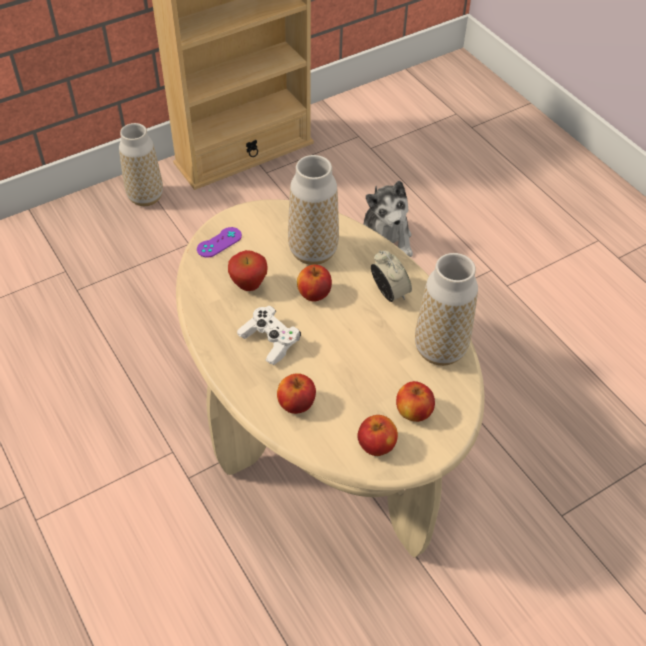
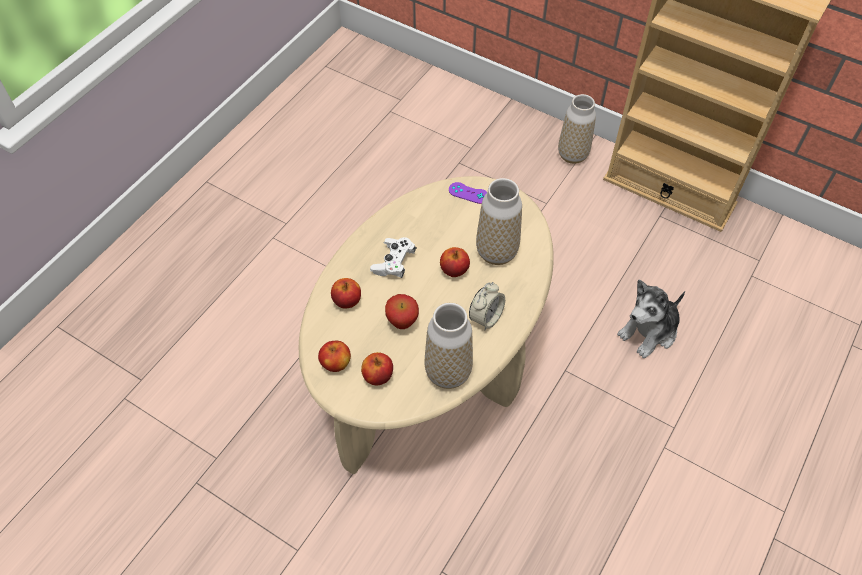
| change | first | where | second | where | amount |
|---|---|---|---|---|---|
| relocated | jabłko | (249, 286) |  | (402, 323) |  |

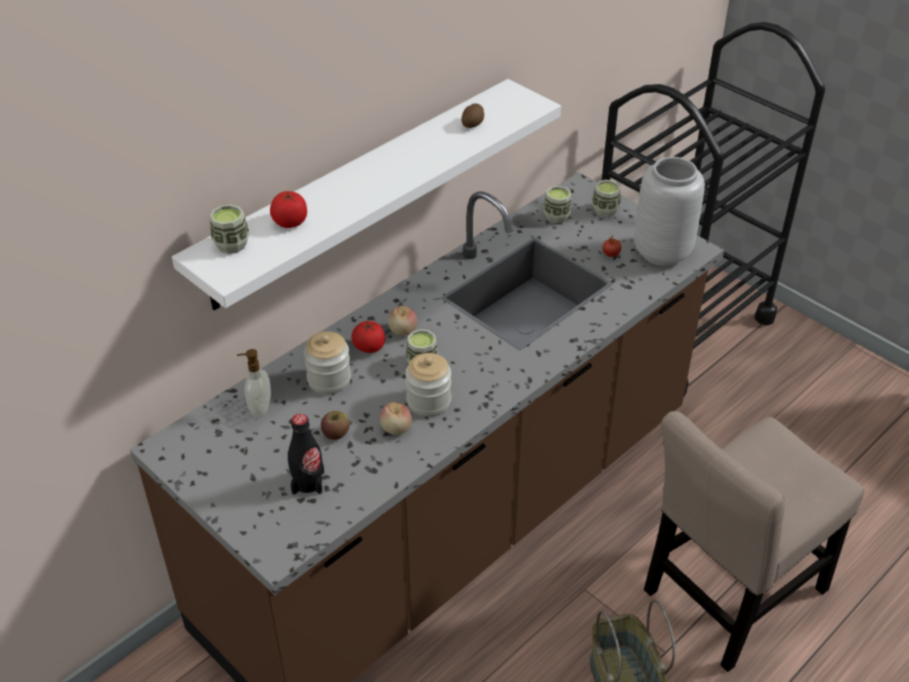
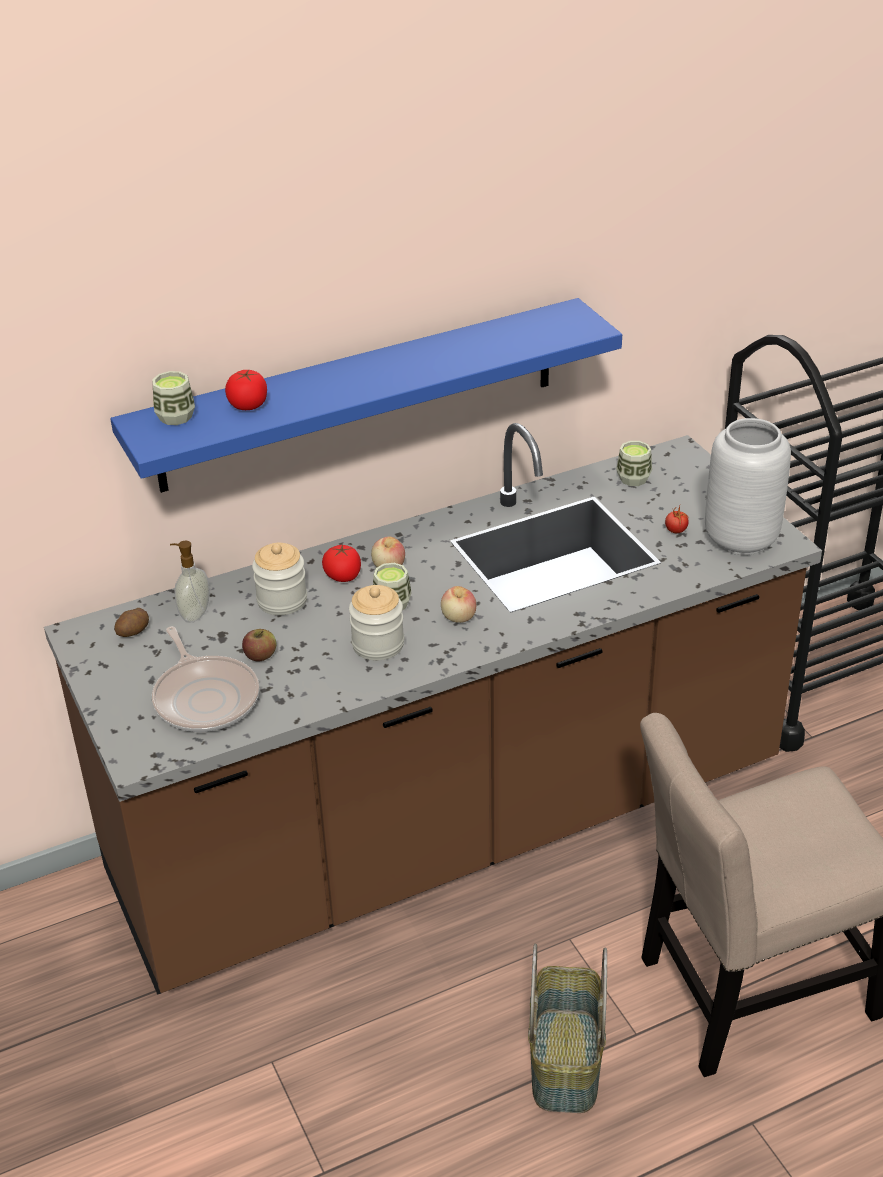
| change | first | where | second | where | amount |
|---|---|---|---|---|---|
| colour | półka (biały) | (358, 192) | półka (niebieski) | (359, 395) |  |
| exchanged | butelka (czarny) | (308, 482) | patelnia | (205, 697) |  |
| relocated | jabłko | (396, 429) |  | (458, 618) |  |
| relocated | ziemniak | (473, 124) |  | (134, 631) |  |
| missing | filiżanka | (605, 210) |  |  |  |

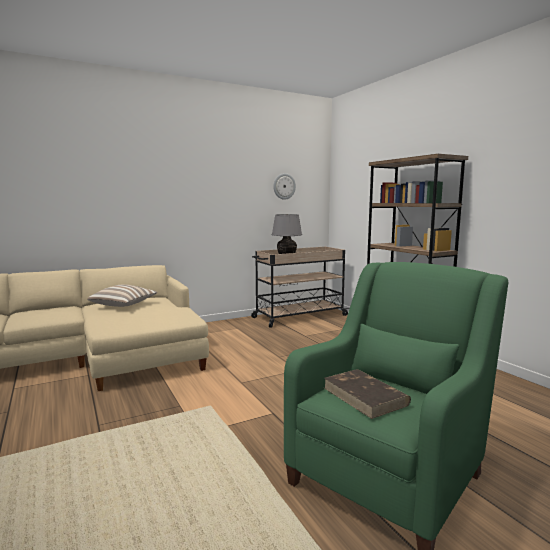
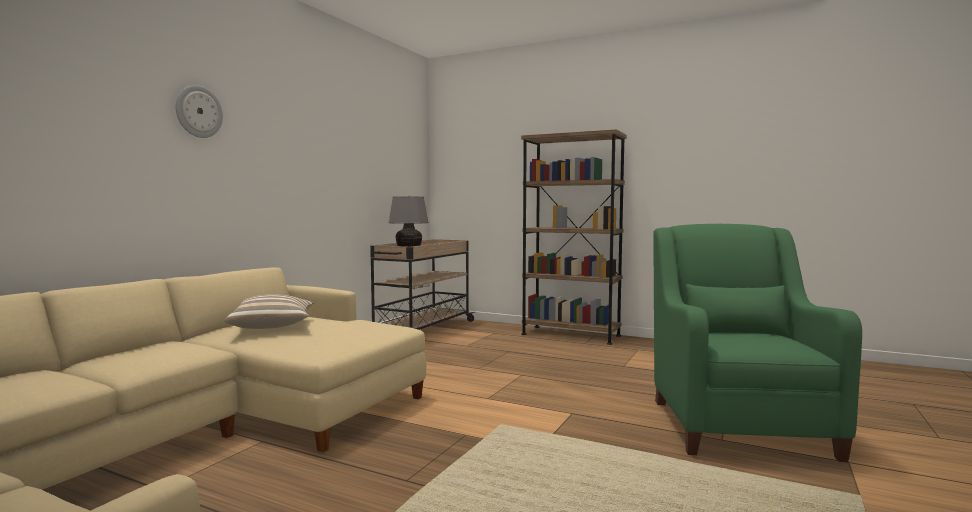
| change | first | where | second | where | amount |
|---|---|---|---|---|---|
| relocated | zegar ścienny | (284, 186) |  | (198, 112) |  |
| missing | książka (brązowy) | (365, 396) |  |  |  |

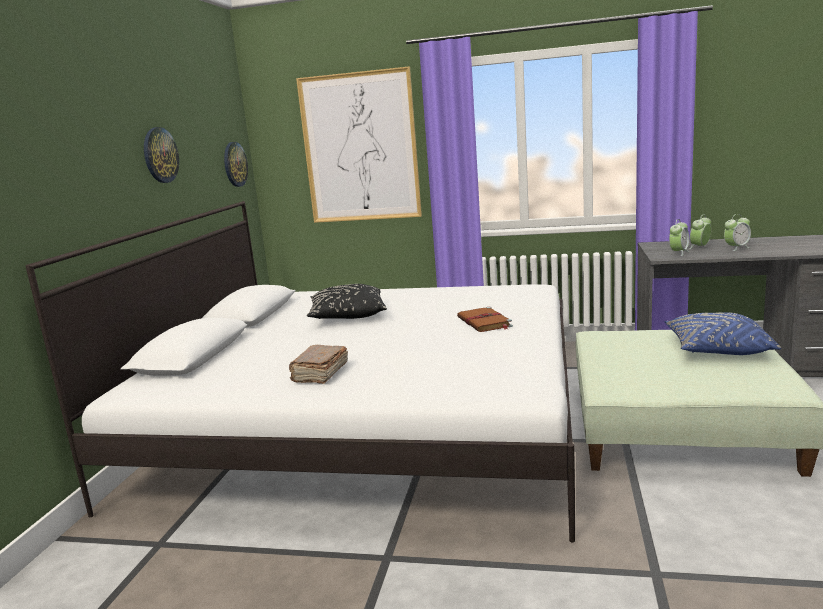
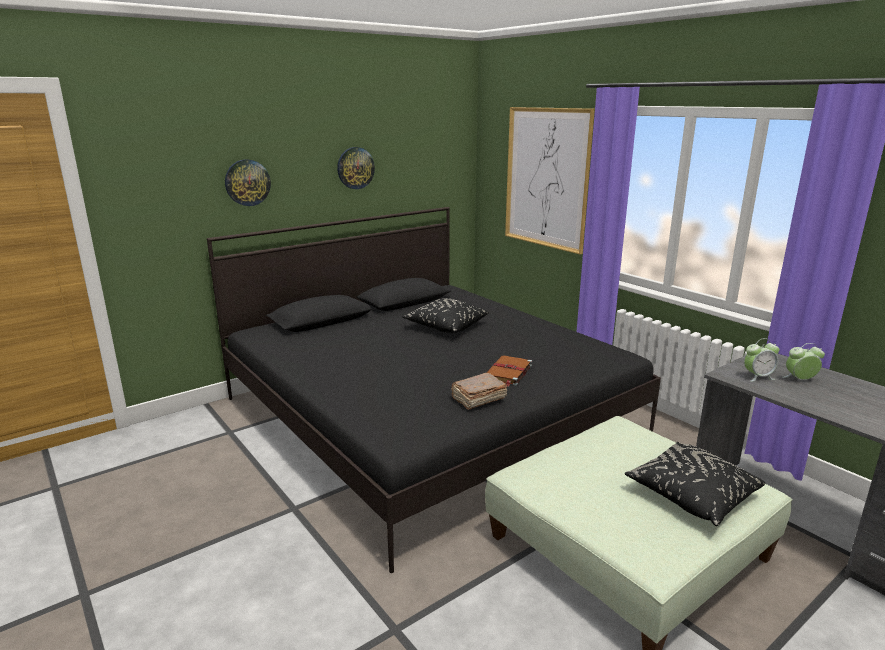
| change | first | where | second | where | amount |
|---|---|---|---|---|---|
| colour | łóżko (biały) | (370, 421) | łóżko (czarny) | (428, 415) |  |
| relocated | zegar ścienny | (234, 164) |  | (247, 182) |  |
| relocated | książka (brązowy) | (319, 374) |  | (478, 399) |  |
| colour | poduszka (niebieski) | (717, 350) | poduszka (czarny) | (691, 495) |  |
| missing | budzik | (736, 248) |  |  |  |

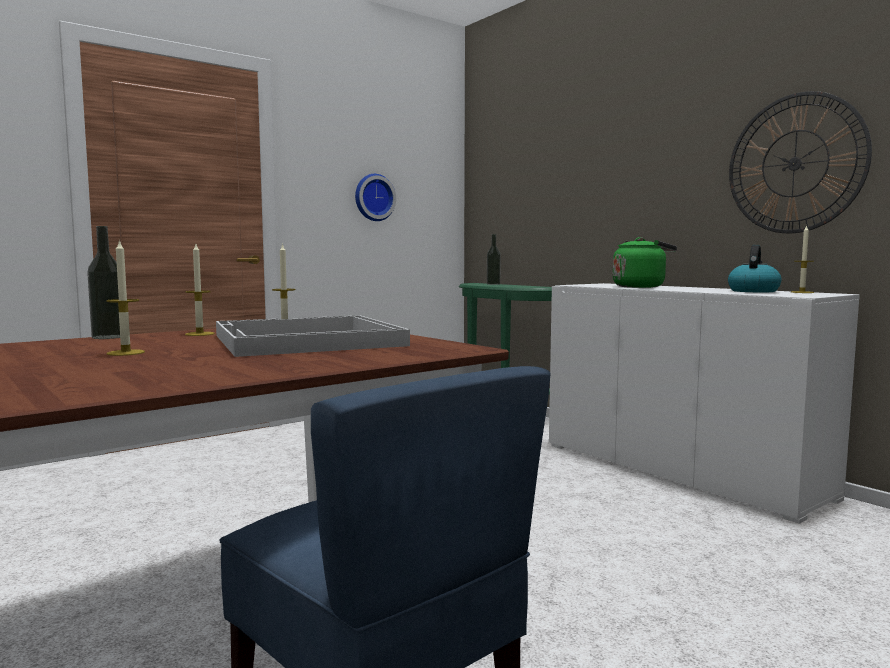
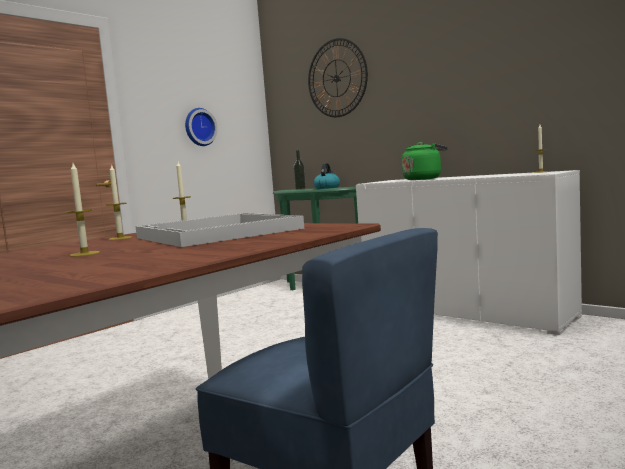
| change | first | where | second | where | amount |
|---|---|---|---|---|---|
| missing | butelka | (108, 337) |  |  |  |
| relocated | czajnik | (753, 291) |  | (327, 188) |  |
| relocated | zegar ścienny | (795, 164) |  | (336, 78) |  |

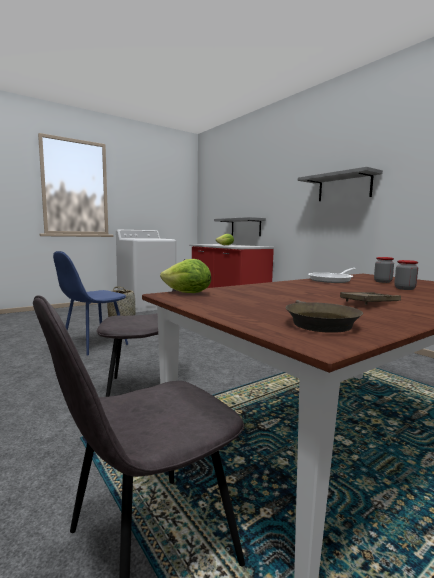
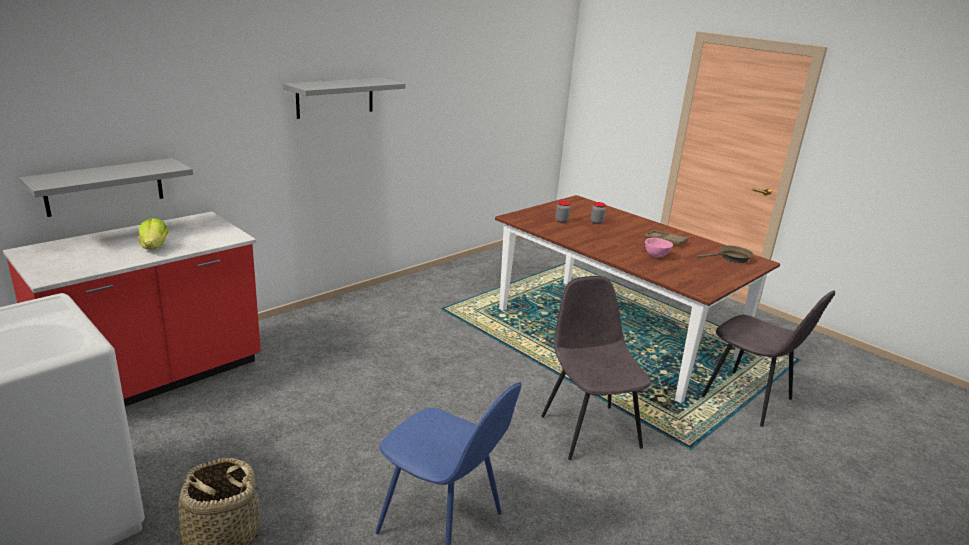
| change | first | where | second | where | amount |
|---|---|---|---|---|---|
| missing | sałata | (187, 293) |  |  |  |
| missing | patelnia | (332, 280) |  |  |  |
| appeared |  |  | miska (różowy) | (656, 256) |  |

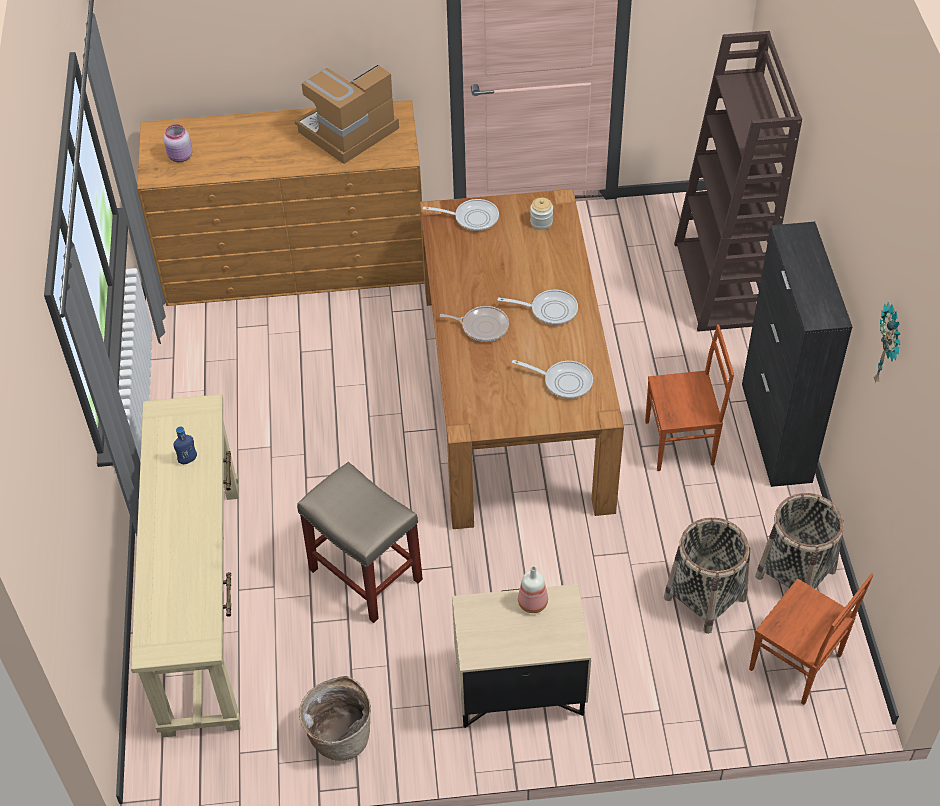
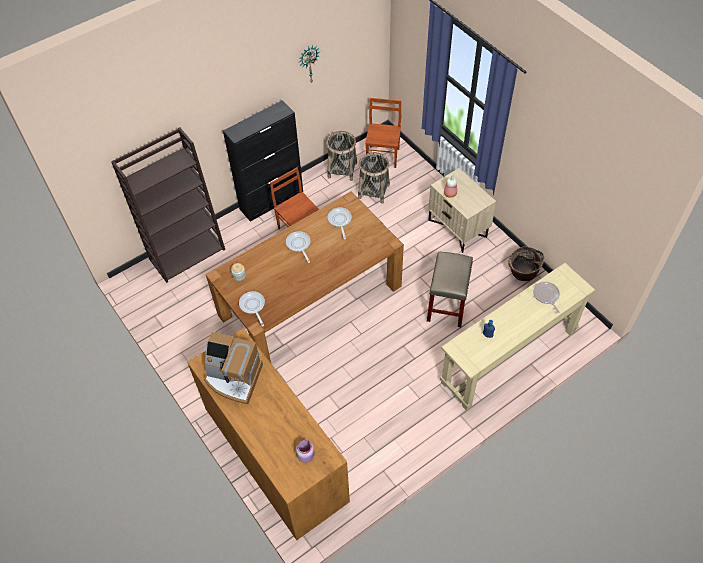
| change | first | where | second | where | amount |
|---|---|---|---|---|---|
| relocated | patelnia | (482, 326) |  | (546, 295) |  |

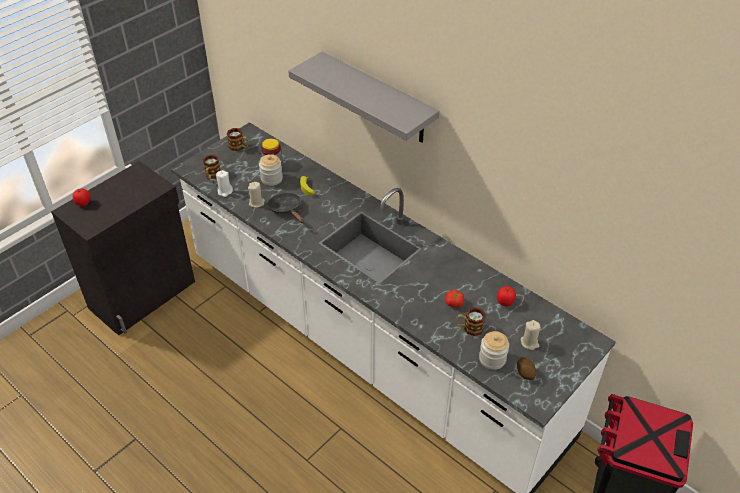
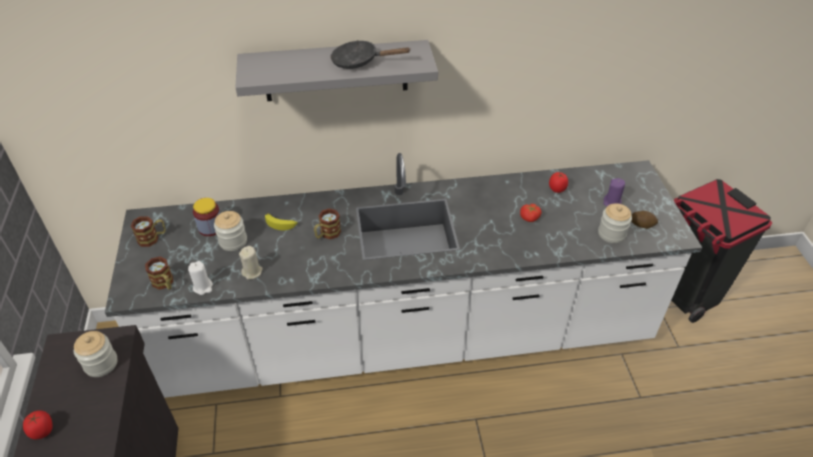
| change | first | where | second | where | amount |
|---|---|---|---|---|---|
| relocated | patelnia (czarny) | (286, 209) |  | (359, 61) |  |
| relocated | kubek | (469, 328) |  | (327, 234) |  |
| colour | świeca (beżowy) | (529, 343) | świeca (fioletowy) | (612, 203) |  |
| appeared |  |  | słoik | (101, 364) |  |

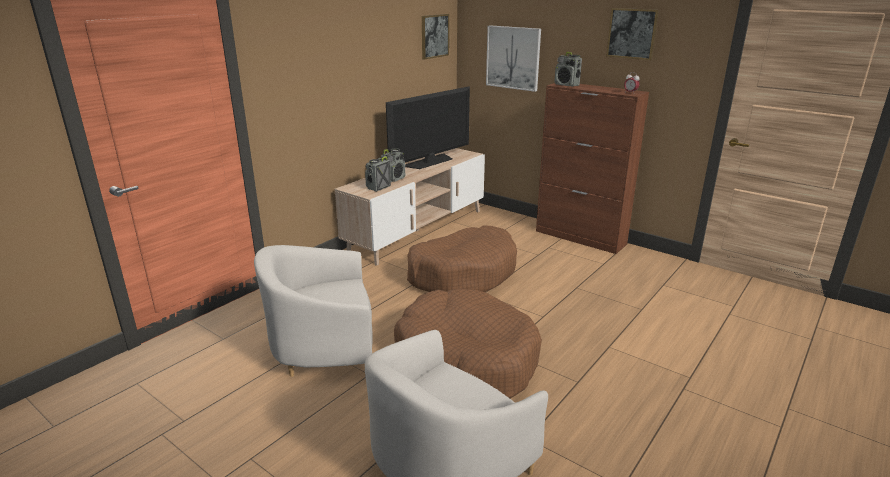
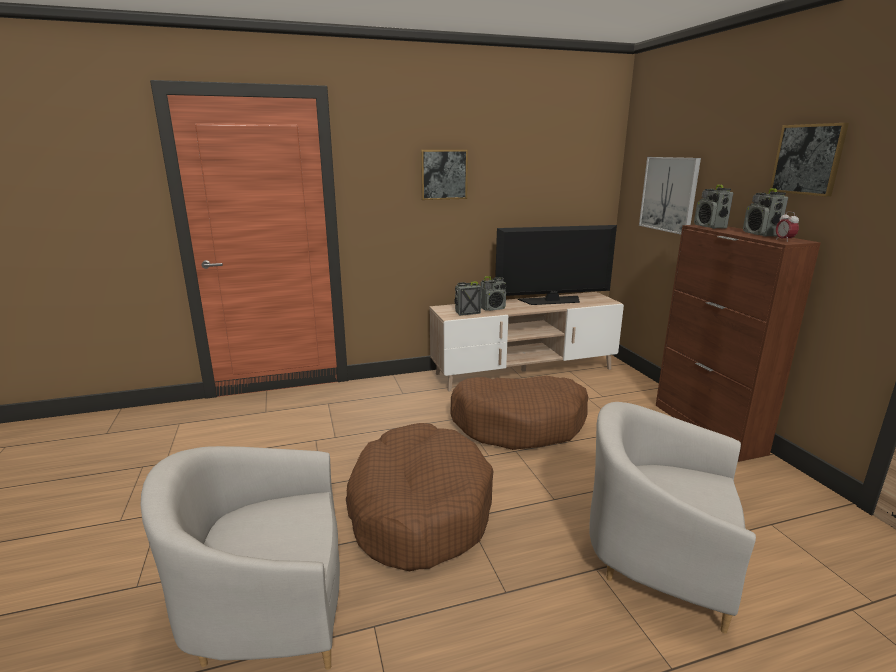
| change | first | where | second | where | amount |
|---|---|---|---|---|---|
| relocated | fotel (biały) | (325, 350) |  | (659, 559) |  |
| relocated | obraz | (434, 36) |  | (444, 174) |  |
| appeared |  |  | radio | (760, 234) |  |

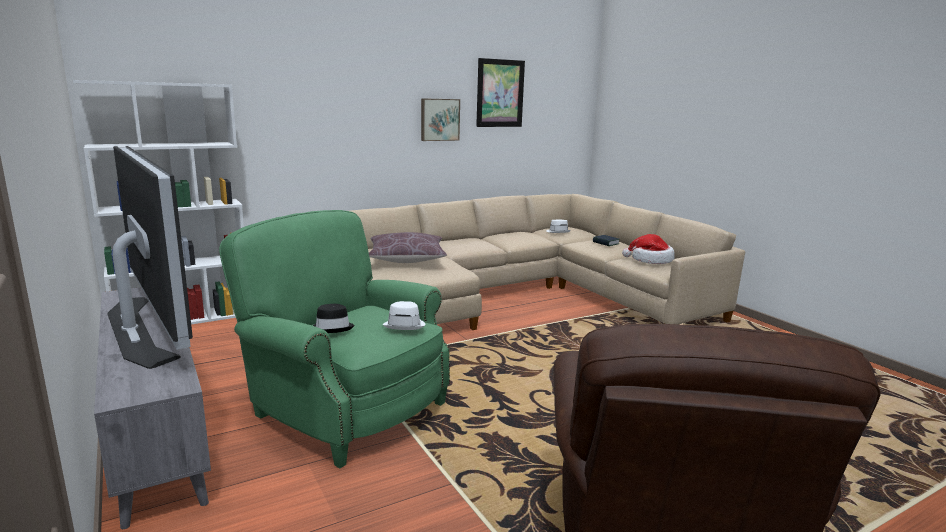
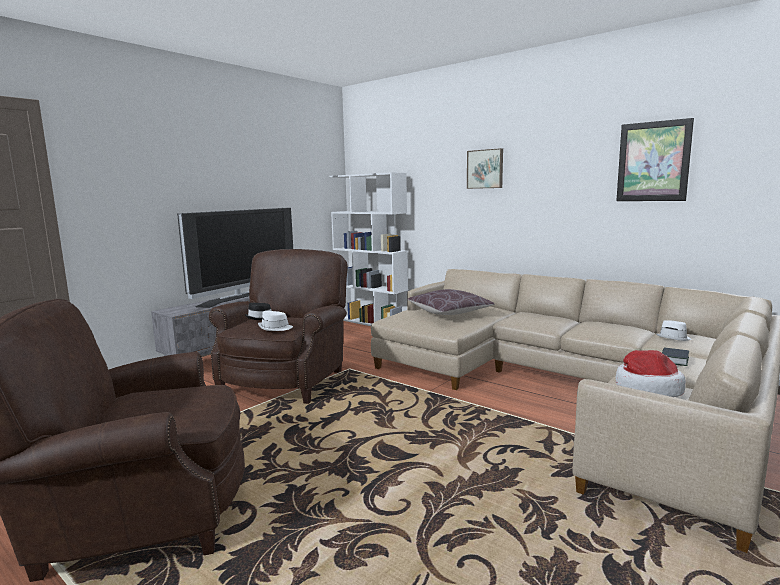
| change | first | where | second | where | amount |
|---|---|---|---|---|---|
| colour | fotel (zielony) | (344, 407) | fotel (brązowy) | (287, 380) |  |
| relocated | obraz | (439, 119) |  | (485, 169) |  |

